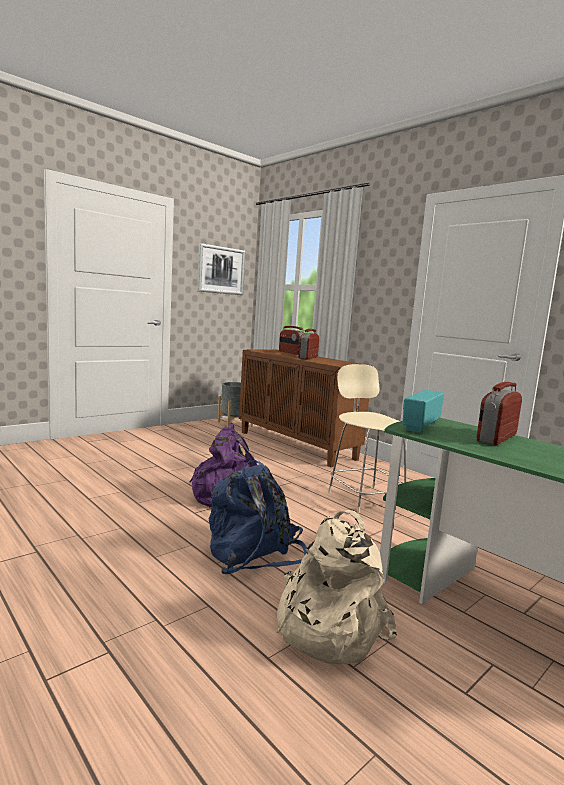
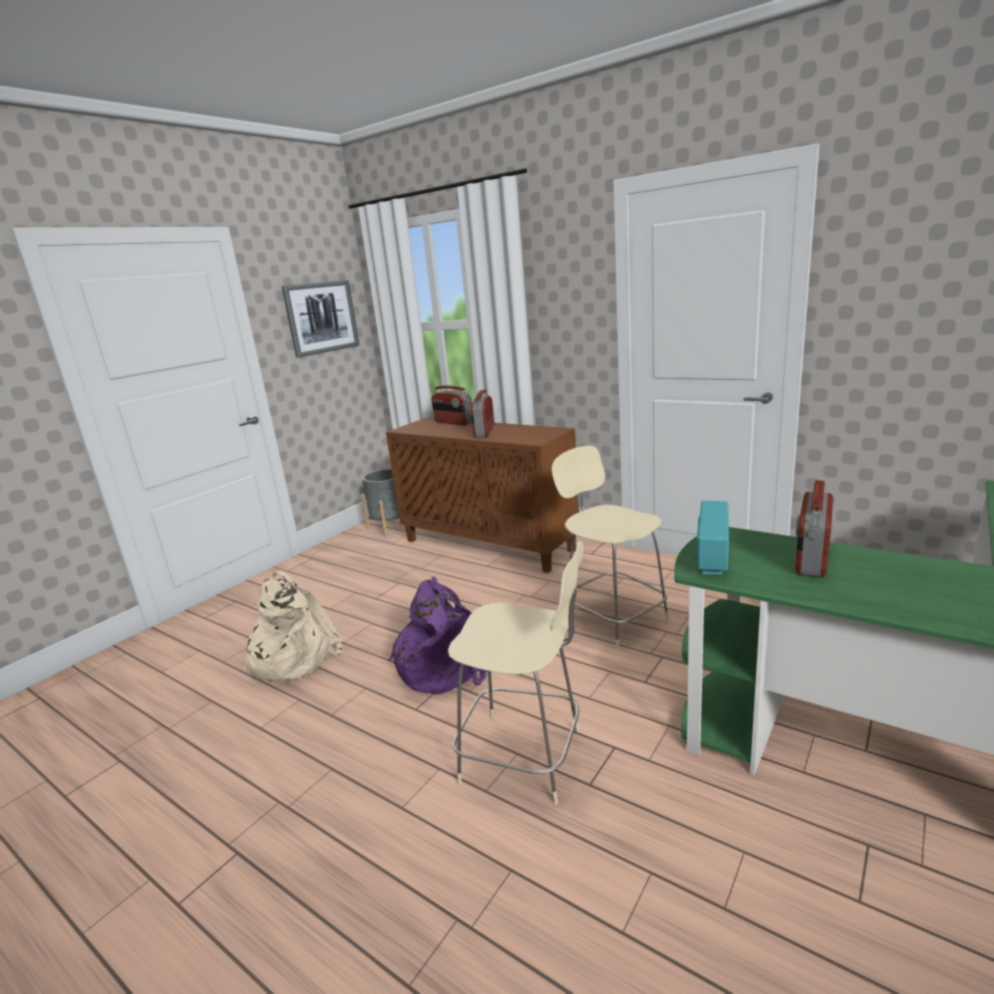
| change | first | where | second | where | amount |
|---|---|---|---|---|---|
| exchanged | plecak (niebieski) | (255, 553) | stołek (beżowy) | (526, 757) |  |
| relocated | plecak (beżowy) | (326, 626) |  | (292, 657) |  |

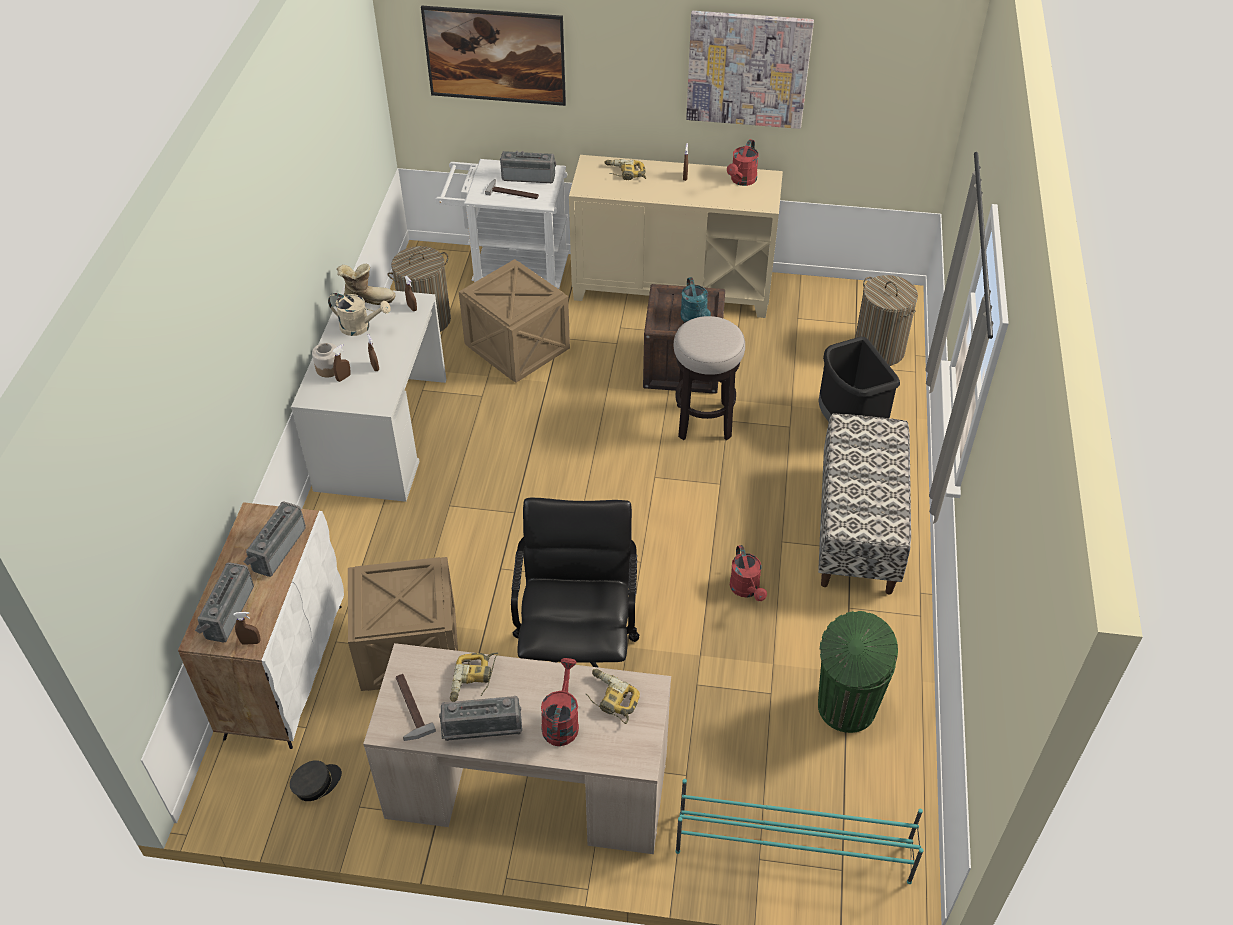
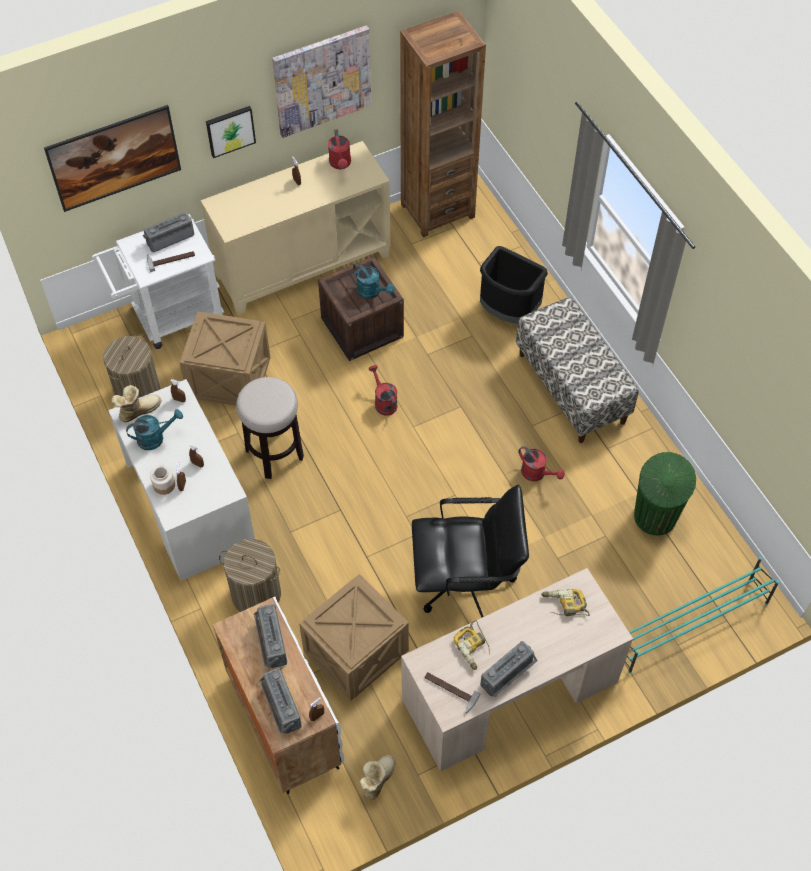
| change | first | where | second | where | amount |
|---|---|---|---|---|---|
| exchanged | czapka z daszkiem (szary) | (316, 784) | but z cholewką | (377, 779) |  |
| colour | konewka (beżowy) | (360, 327) | konewka (turkusowy) | (155, 438) |  |
| spun | krzesło biurowe (czarny) | (577, 652) |  | (466, 583) | 120 degrees clockwise |
| relocated | konewka (czerwony) | (561, 721) |  | (383, 402) |  |
| missing | wiertarka | (625, 173) |  |  |  |
| relocated | stołek | (703, 421) |  | (274, 454) |  |
| relocated | kosz na pranie | (878, 350) |  | (256, 594) |  |
| appeared |  |  | obraz | (230, 130) |  |
| appeared |  |  | regał (brązowy) | (437, 210) |  |

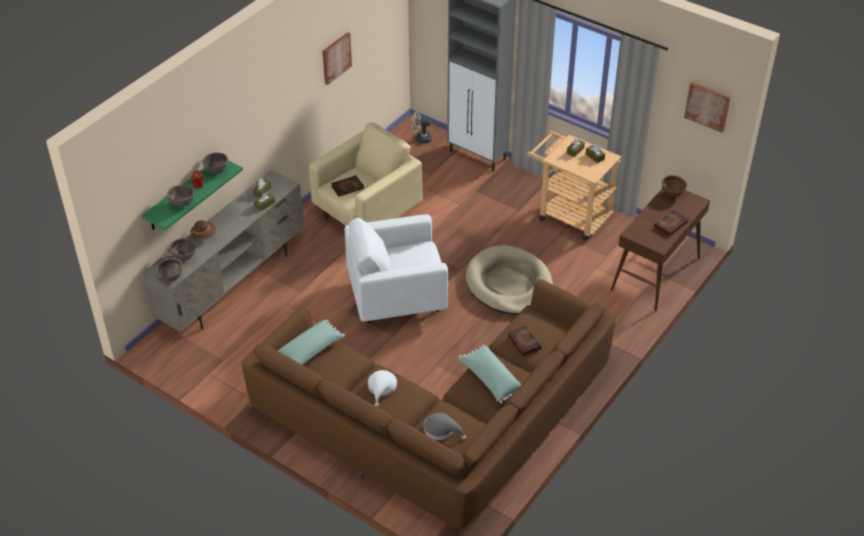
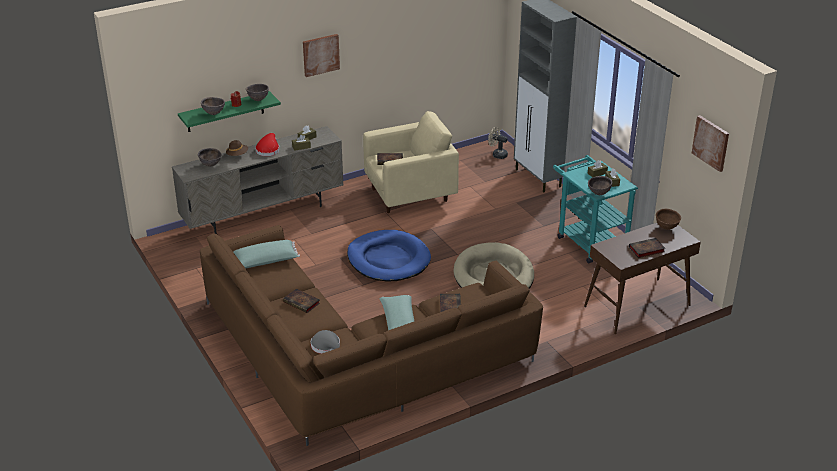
| change | first | where | second | where | amount |
|---|---|---|---|---|---|
| relocated | miska (brązowy) | (171, 278) |  | (599, 194) |  |
| relocated | obraz | (336, 58) |  | (320, 55) |  |
| exchanged | fotel (biały) | (397, 297) | legowisko (niebieski) | (388, 259) |  |
| exchanged | kapelusz (biały) | (382, 388) | książka | (302, 303) |  |
| colour | wózek (beżowy) | (569, 215) | wózek (turkusowy) | (588, 241) |  |
| appeared |  |  | kapelusz (czerwony) | (268, 150) |  |

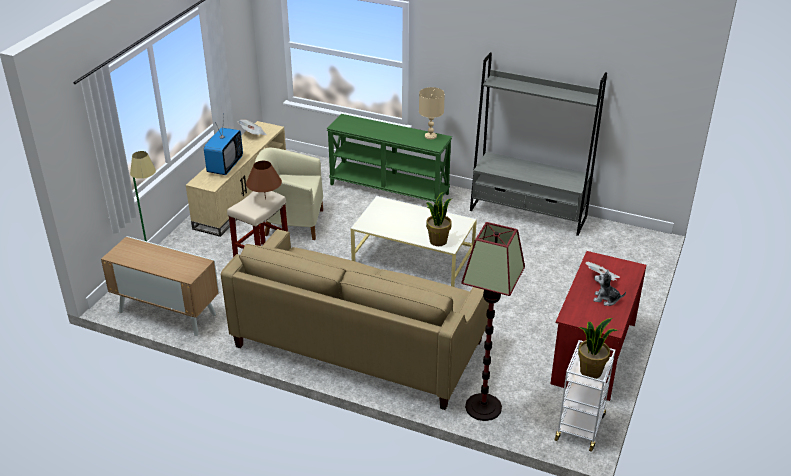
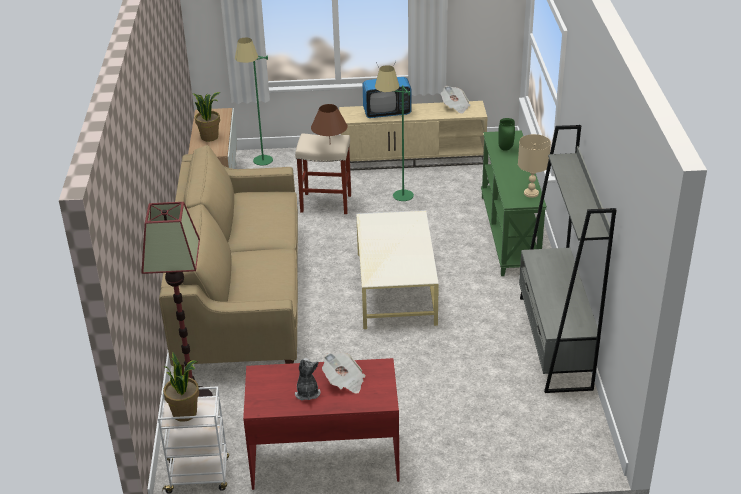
| change | first | where | second | where | amount |
|---|---|---|---|---|---|
| exchanged | fotel (beżowy) | (292, 223) | lampa stojąca (zielony) | (395, 199) |  |
| relocated | roślina doniczkowa | (438, 241) |  | (210, 137) |  |
| appeared |  |  | wazon (zielony) | (505, 148) |  |

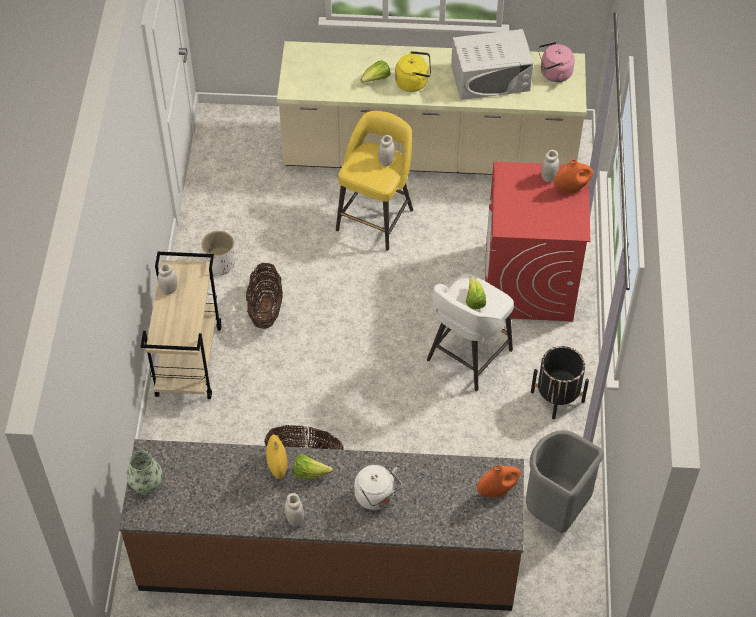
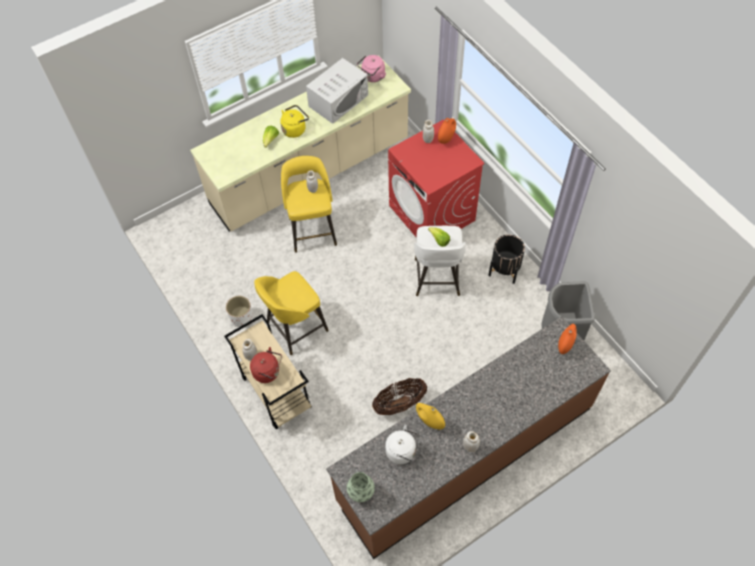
| change | first | where | second | where | amount |
|---|---|---|---|---|---|
| exchanged | koszyk | (265, 309) | stołek (żółty) | (295, 328) |  |
| missing | sałata | (310, 473) |  |  |  |
| relocated | czajnik (biały) | (376, 497) |  | (403, 451) |  |
| appeared |  |  | czajnik (czerwony) | (268, 372) |  |

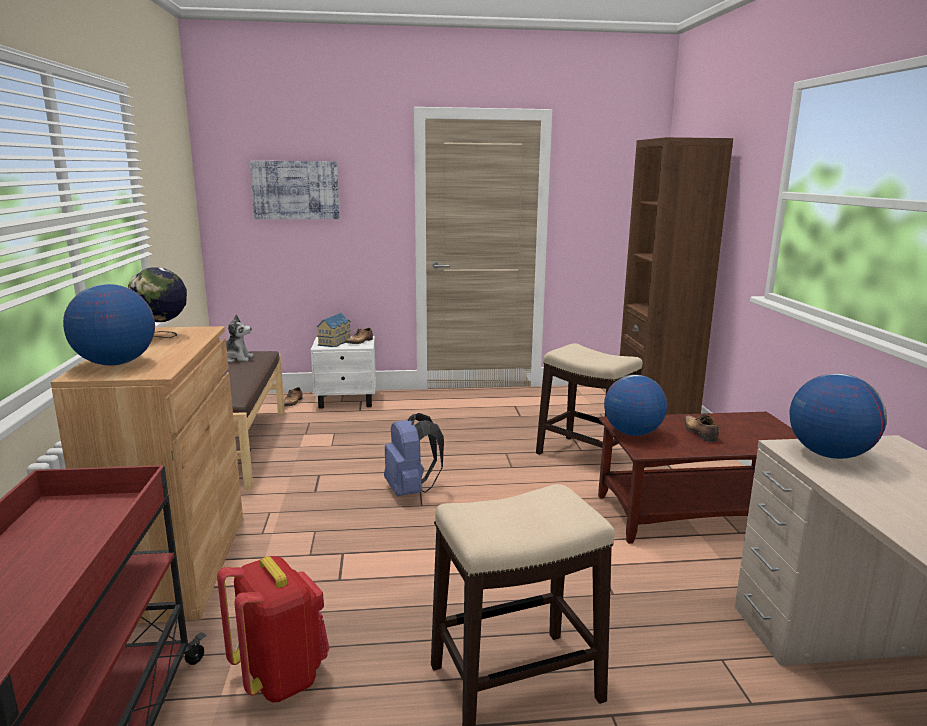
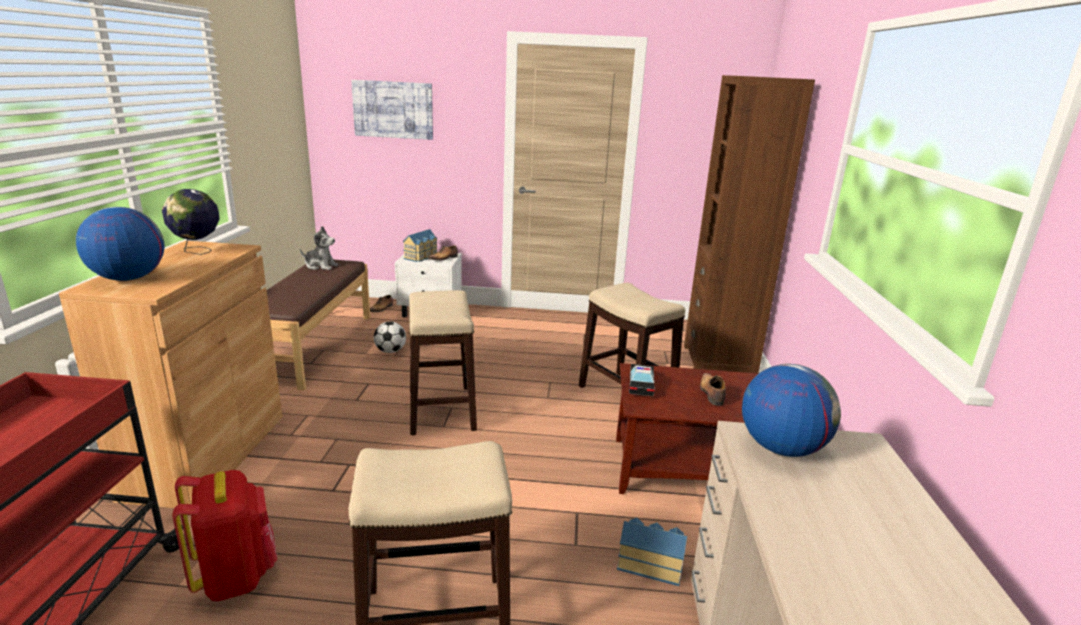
| change | first | where | second | where | amount |
|---|---|---|---|---|---|
| exchanged | plecak (niebieski) | (411, 490) | stołek | (441, 410) |  |
| exchanged | globus | (632, 433) | samochodzik | (641, 385) |  |
| appeared |  |  | piłka futbolowa | (390, 351) |  |
| appeared |  |  | domek | (649, 564) |  |

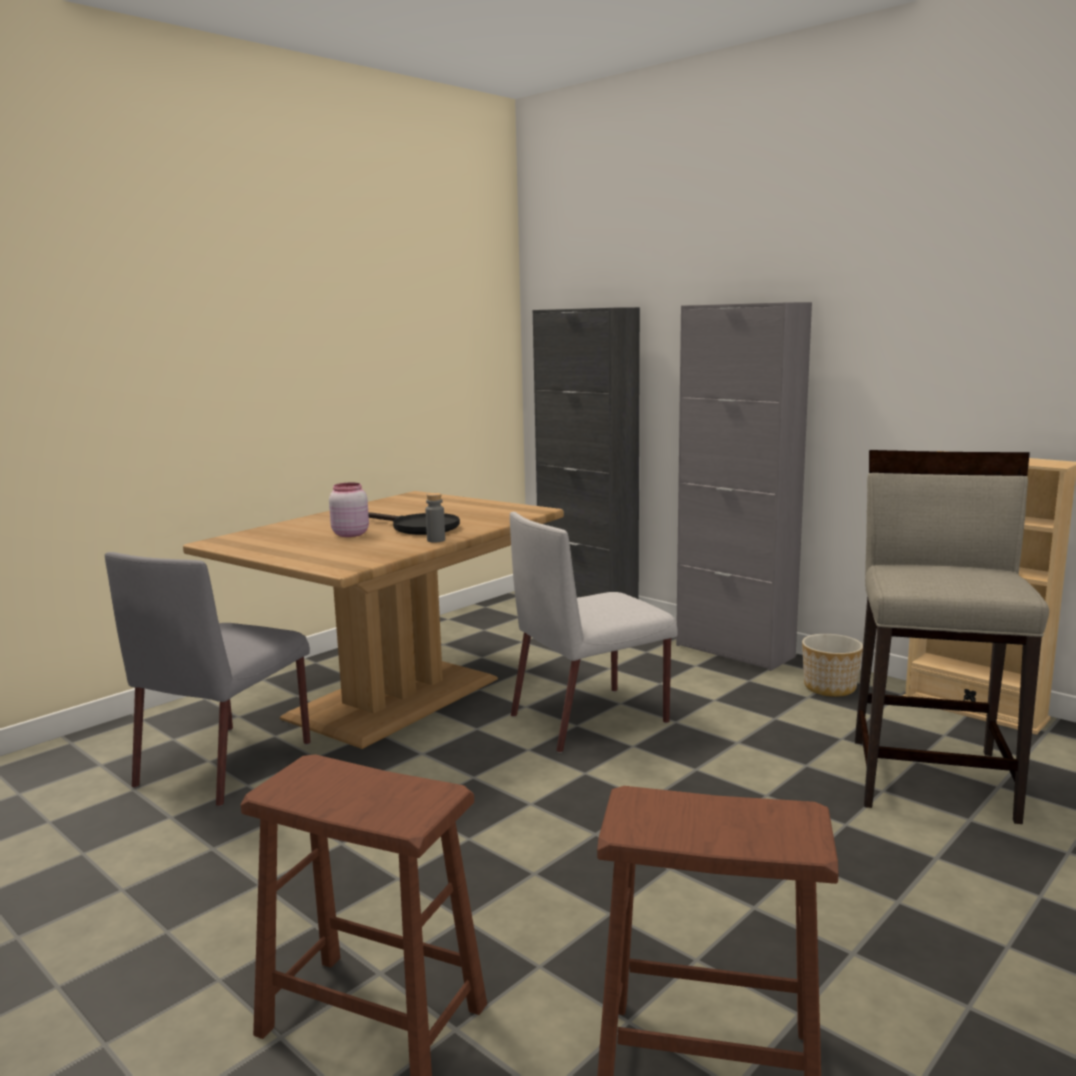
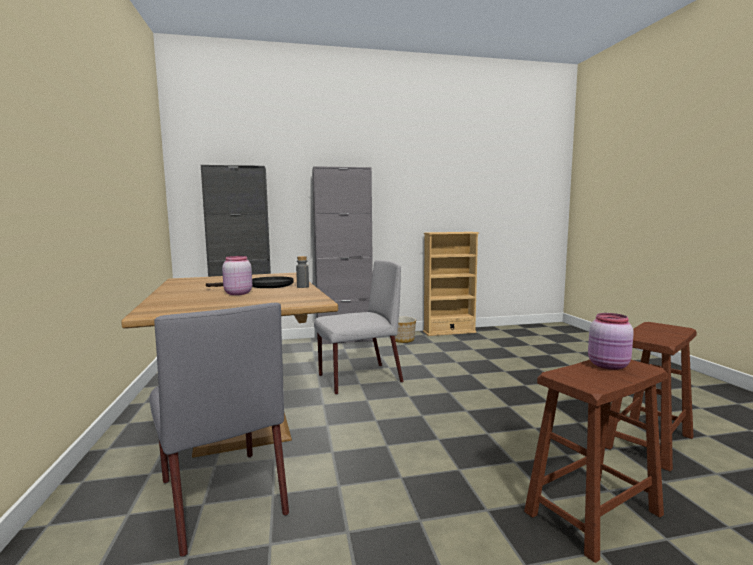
| change | first | where | second | where | amount |
|---|---|---|---|---|---|
| spun | krzesło (szary) | (591, 718) |  | (358, 379) | 120 degrees counterclockwise |
| missing | stołek (beżowy) | (932, 777) |  |  |  |
| appeared |  |  | słoik (różowy) | (609, 366) |  |

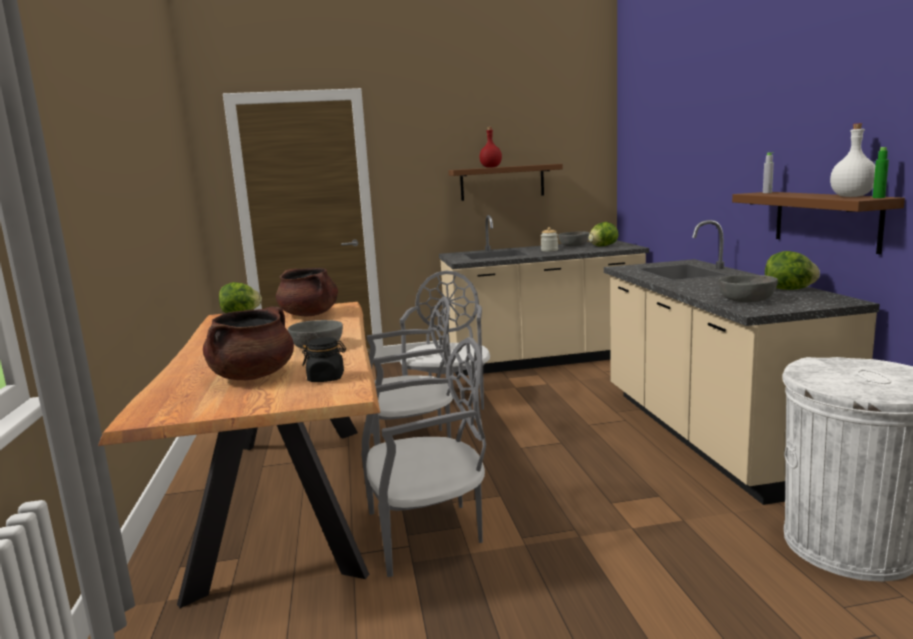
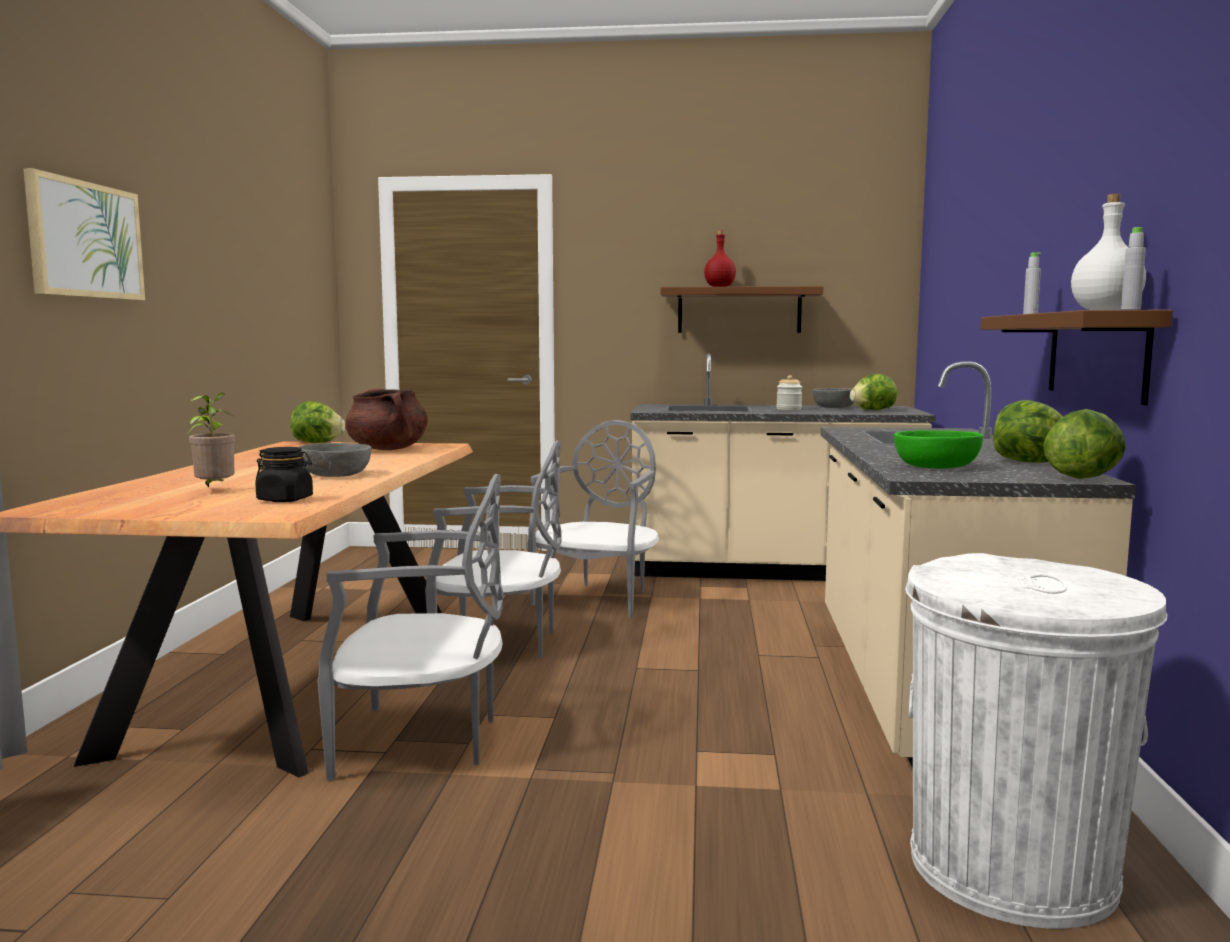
| change | first | where | second | where | amount |
|---|---|---|---|---|---|
| exchanged | garnek (brązowy) | (253, 376) | roślina doniczkowa | (215, 490) |  |
| colour | miska (szary) | (746, 300) | miska (zielony) | (935, 466) |  |
| colour | butelka (zielony) | (878, 197) | butelka (szary) | (1130, 309) |  |
| appeared |  |  | obraz | (85, 240) |  |
| appeared |  |  | sałata | (1083, 478) |  |

